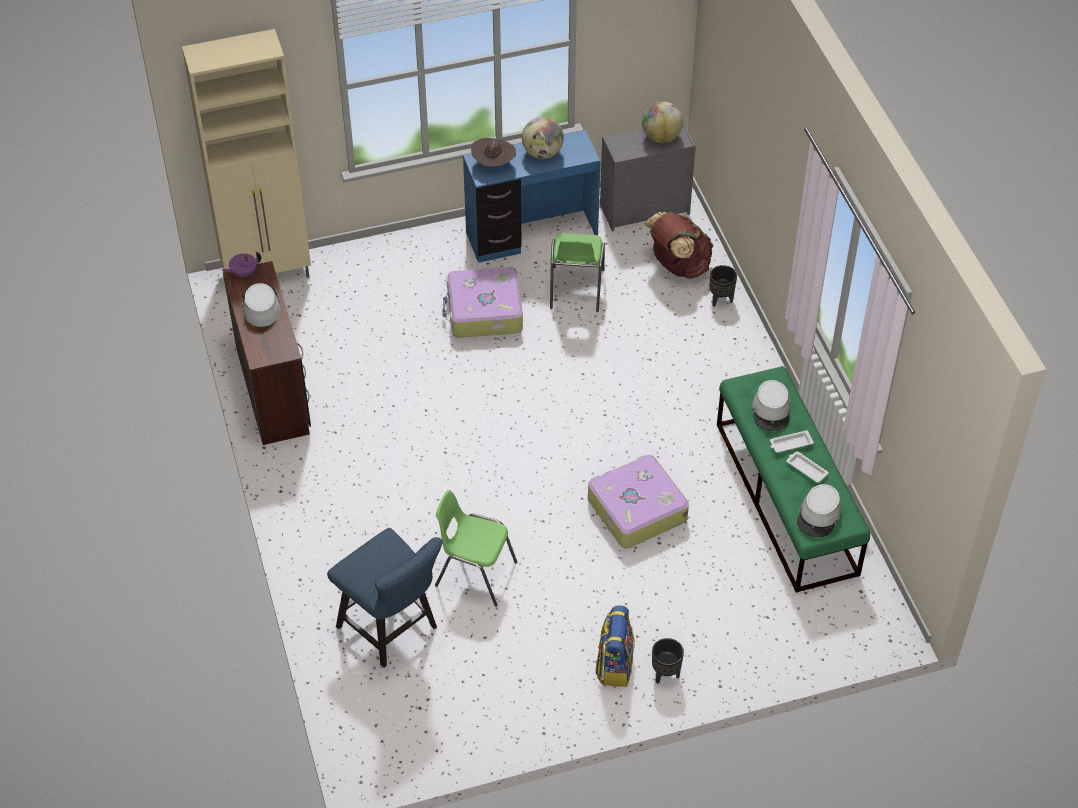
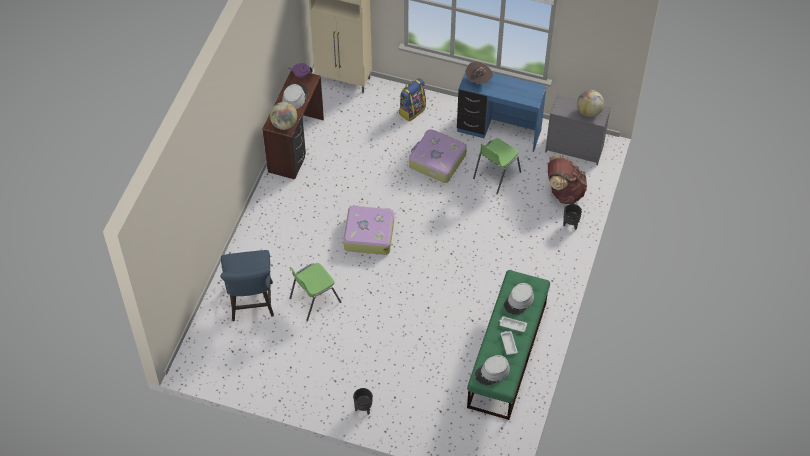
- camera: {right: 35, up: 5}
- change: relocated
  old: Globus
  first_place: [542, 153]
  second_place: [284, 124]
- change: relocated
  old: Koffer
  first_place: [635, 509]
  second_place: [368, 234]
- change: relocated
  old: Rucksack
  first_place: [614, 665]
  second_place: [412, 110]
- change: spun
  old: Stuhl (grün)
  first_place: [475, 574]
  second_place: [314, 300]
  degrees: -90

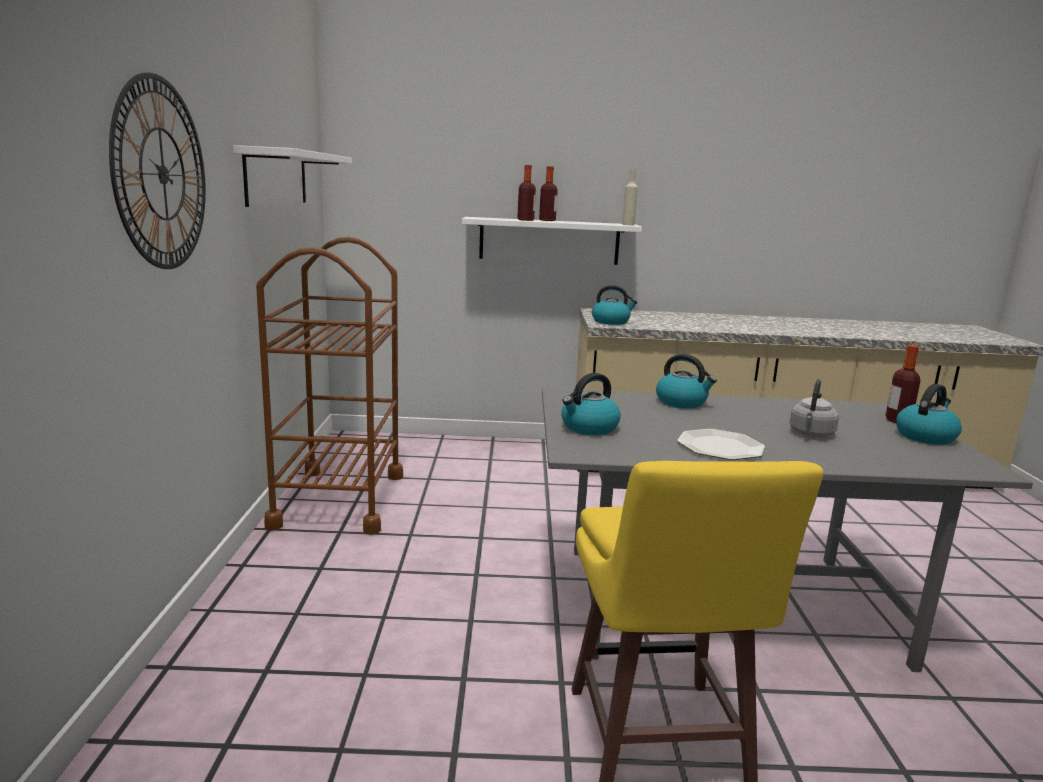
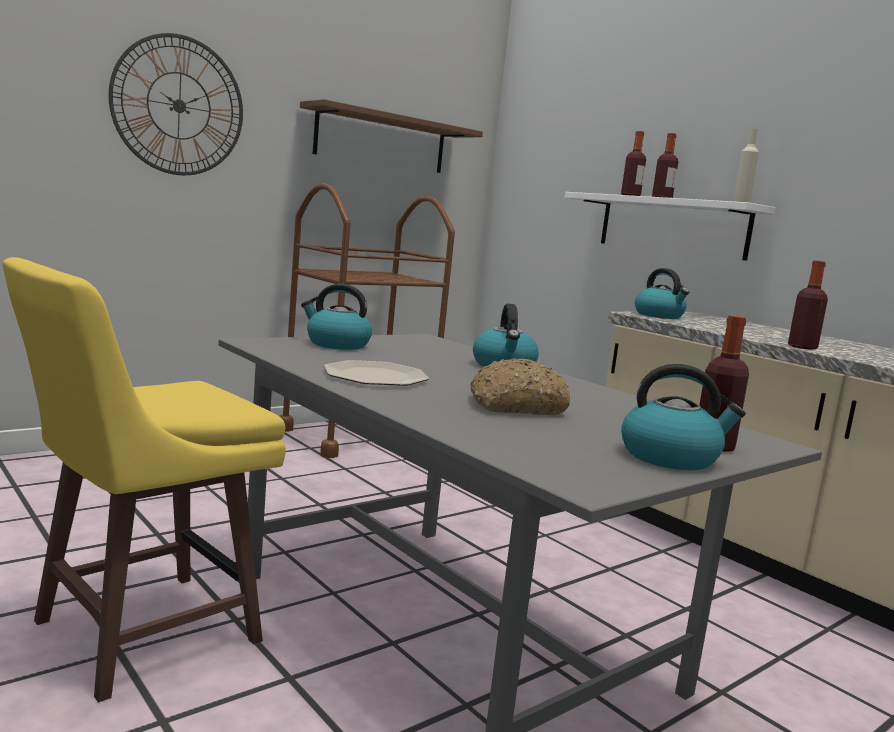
- camera: {right: 50, up: -5}
- change: appeared
  new: Flasche
  second_place: [802, 347]
- change: exchanged
  old: Wasserkessel (grau)
  new: Brot
  first_place: [811, 434]
  second_place: [516, 406]
- change: colour
  old: Wandregal (weiß)
  new: Wandregal (braun)
  first_place: [277, 178]
  second_place: [382, 141]

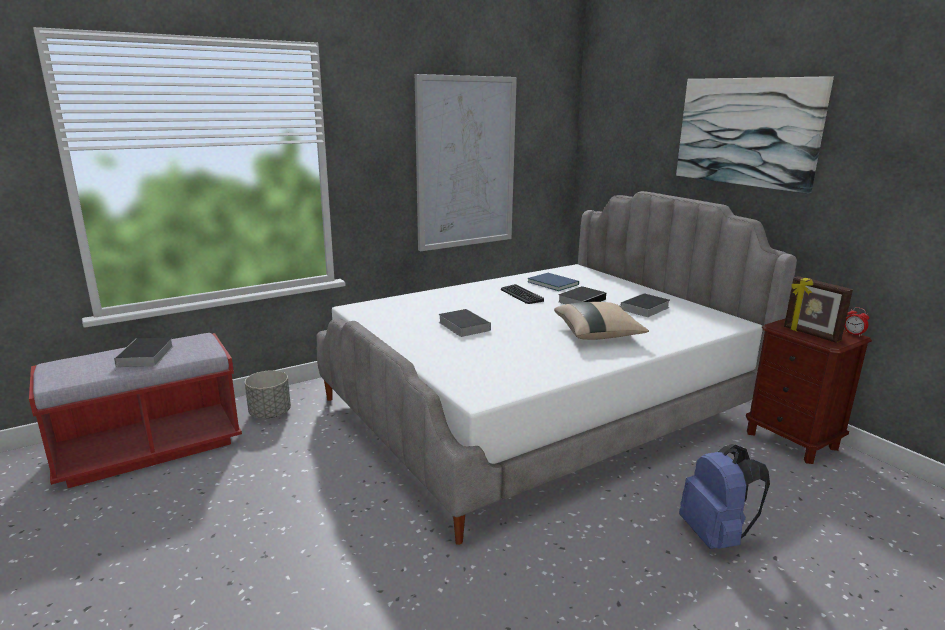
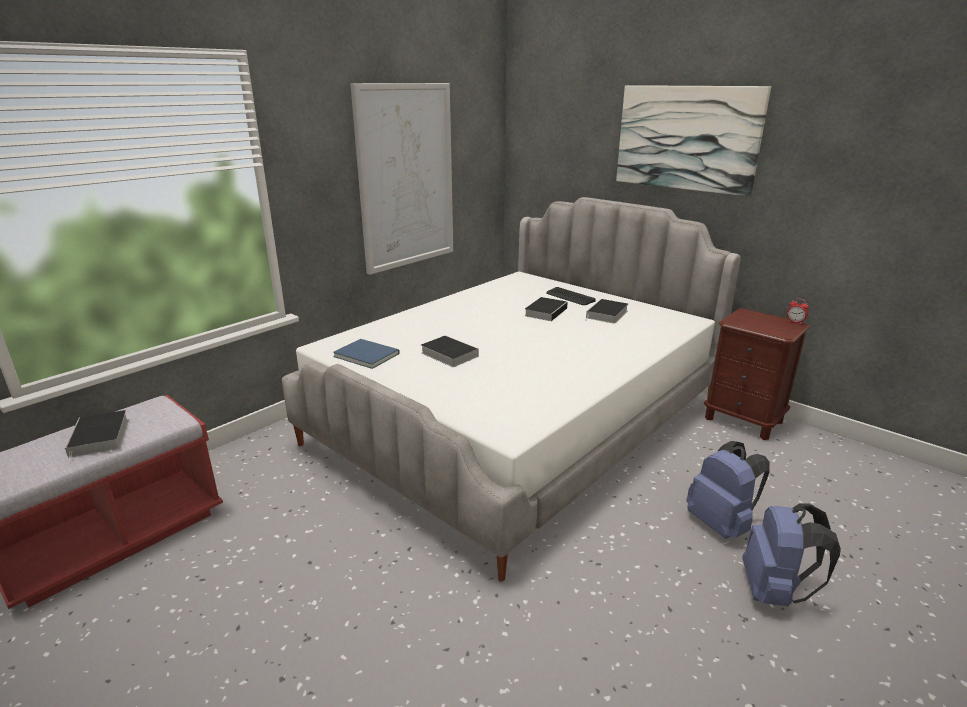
- camera: {right: -15, up: 5}
- change: missing
  old: Pflanzkübel (grau)
  first_place: [270, 414]
- change: missing
  old: Kissen (beige)
  first_place: [598, 334]
- change: missing
  old: Bilderrahmen
  first_place: [811, 334]
- change: appeared
  new: Rucksack (blau)
  second_place: [774, 591]
- change: relocated
  old: Tastatur
  first_place: [521, 295]
  second_place: [570, 297]
- change: relocated
  old: Buch (blau)
  first_place: [552, 283]
  second_place: [366, 354]

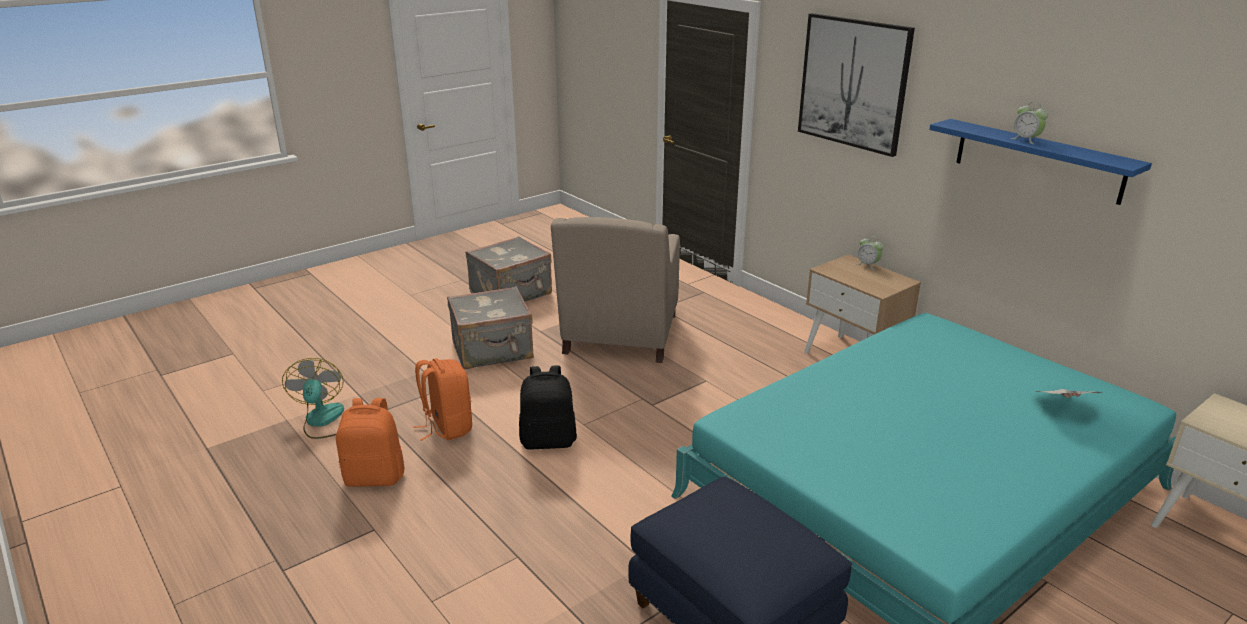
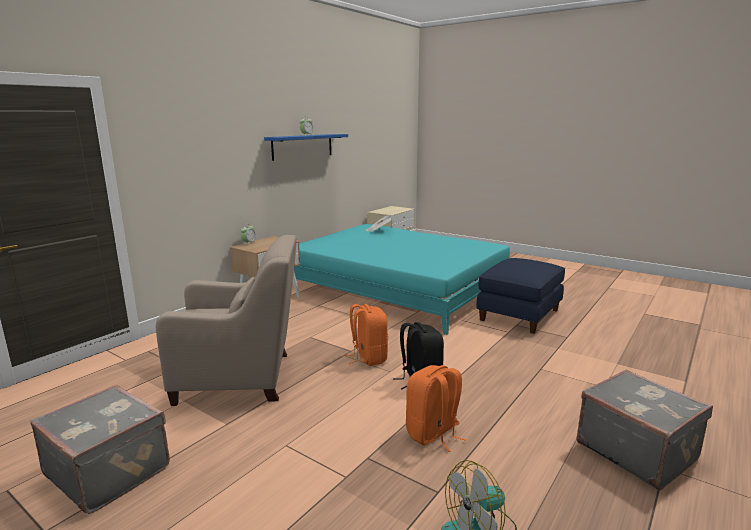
- camera: {right: -105, up: -10}
- change: missing
  old: Bild
  first_place: [853, 83]
- change: relocated
  old: Rucksack (orange)
  first_place: [375, 477]
  second_place: [368, 358]
- change: relocated
  old: Koffer (grau)
  first_place: [493, 351]
  second_place: [636, 450]

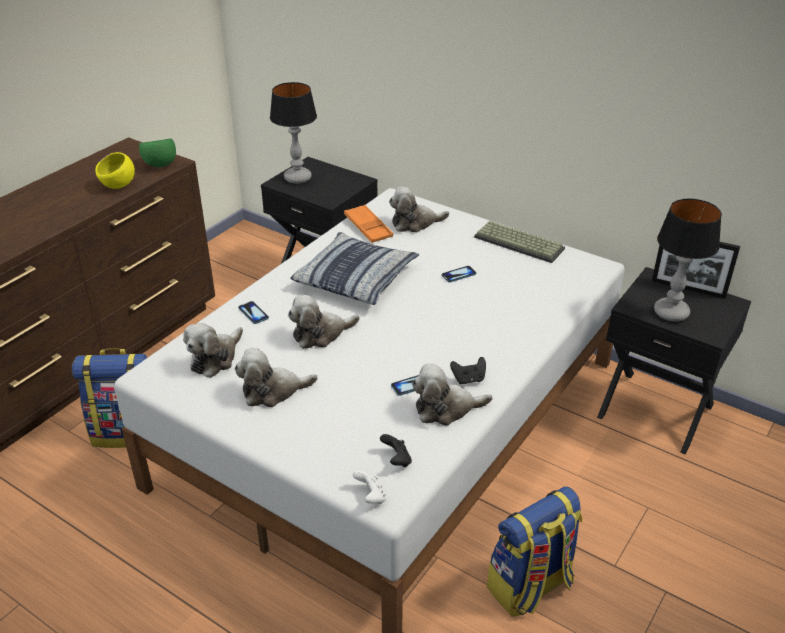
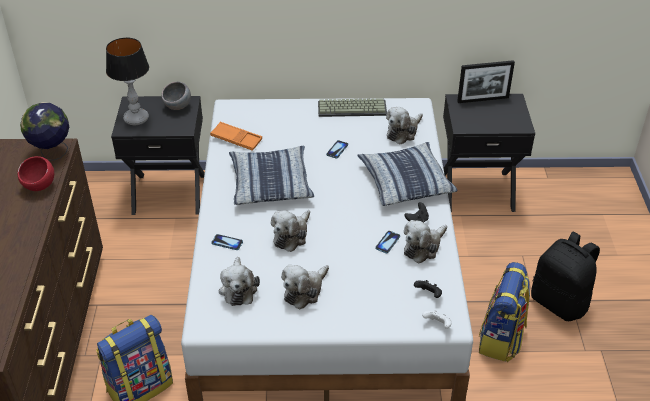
- camera: {right: -35, up: 5}
- change: missing
  old: Tischlampe
  first_place: [670, 312]
- change: appeared
  new: Schüssel (grau)
  second_place: [178, 107]
- change: appeared
  new: Kissen
  second_place: [405, 181]
- change: appeared
  new: Rucksack (schwarz)
  second_place: [560, 303]
- change: relocated
  old: Plüschtier
  first_place: [415, 223]
  second_place: [403, 132]
- change: exchanged
  old: Schüssel (grün)
  new: Globus
  first_place: [160, 165]
  second_place: [52, 154]
- change: colour
  old: Schüssel (gelb)
  new: Schüssel (rot)
  first_place: [119, 186]
  second_place: [40, 186]

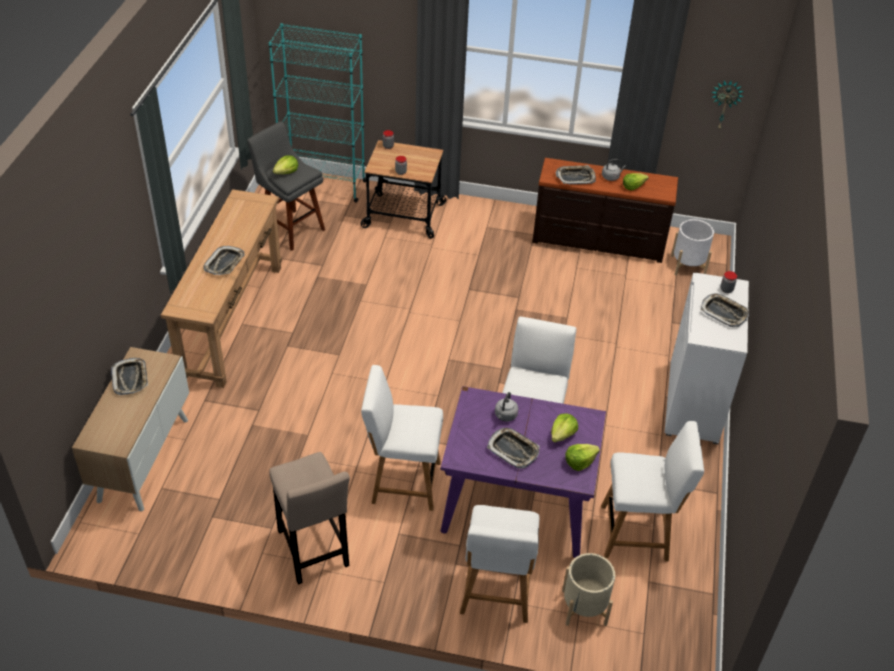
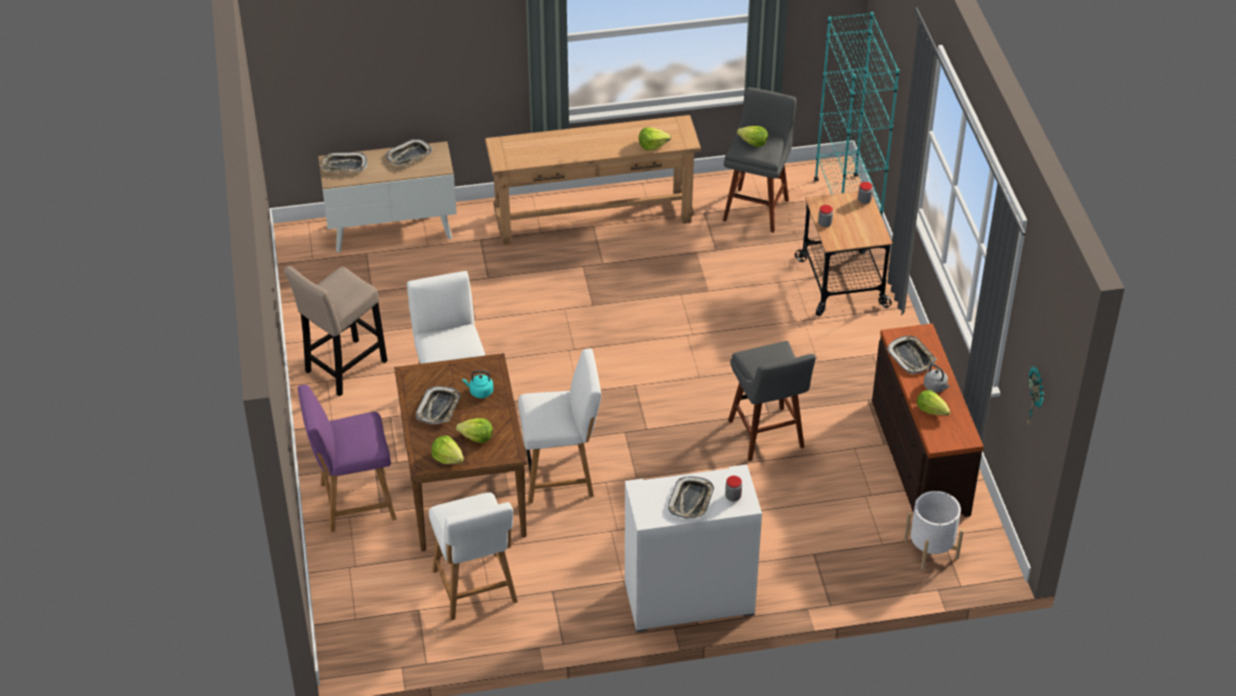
- camera: {right: 70, up: 0}
- change: missing
  old: Pflanzkübel (beige)
  first_place: [584, 607]
- change: appeared
  new: Salatkopf
  second_place: [652, 145]
- change: appeared
  new: Hocker (grau)
  second_place: [767, 437]
- change: relocated
  old: Tablett
  first_place: [225, 263]
  second_place: [344, 166]
- change: colour
  old: Esstisch (lila)
  new: Esstisch (braun)
  first_place: [515, 505]
  second_place: [464, 488]
- change: colour
  old: Stuhl (weiß)
  new: Stuhl (lila)
  first_place: [496, 594]
  second_place: [353, 502]
- change: colour
  old: Wasserkessel (grau)
  new: Wasserkessel (türkis)
  first_place: [505, 416]
  second_place: [480, 392]

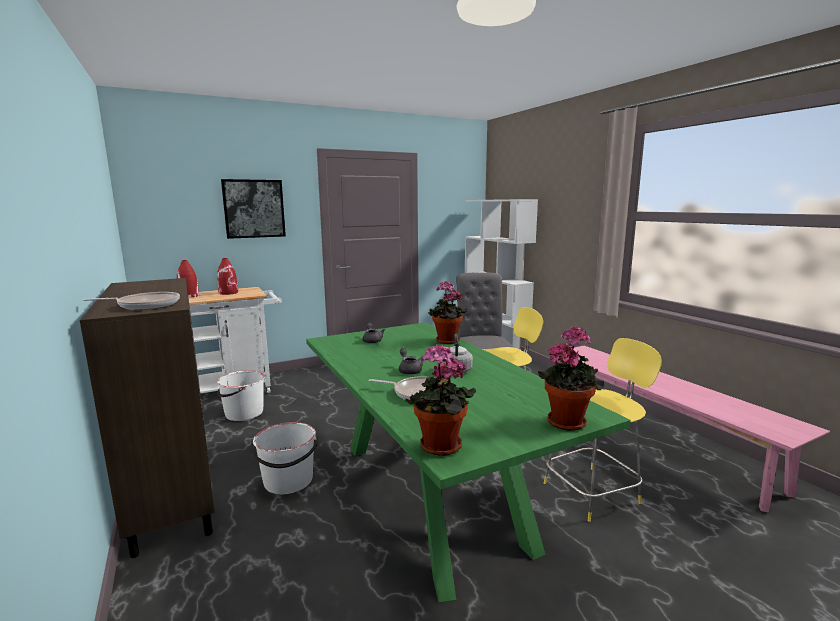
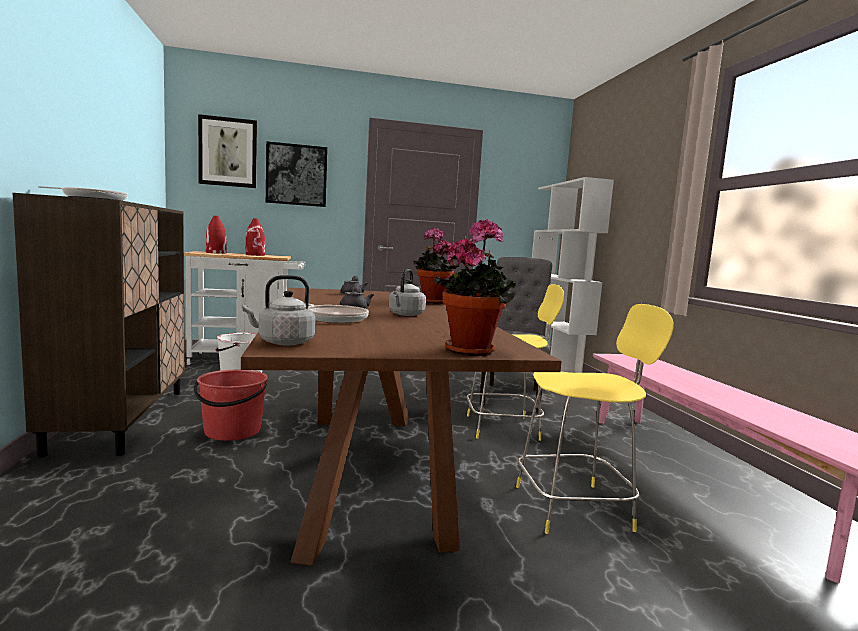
- camera: {right: 15, up: -5}
- change: appeared
  new: Bild
  second_place: [228, 152]
- change: exchanged
  old: Topfpflanze
  new: Wasserkessel (grau)
  first_place: [439, 448]
  second_place: [283, 342]
- change: colour
  old: Eimer (weiß)
  new: Eimer (rot)
  first_place: [288, 481]
  second_place: [232, 431]
- change: colour
  old: Esstisch (grün)
  new: Esstisch (braun)
  first_place: [429, 493]
  second_place: [369, 468]

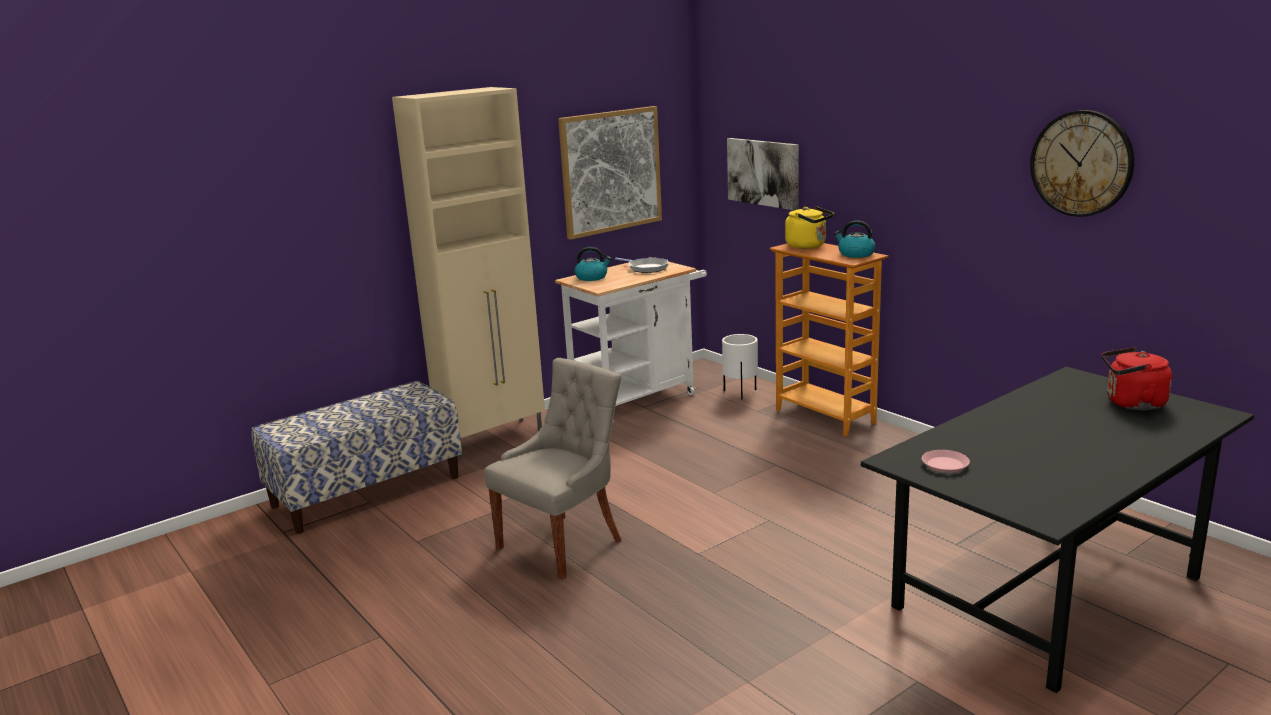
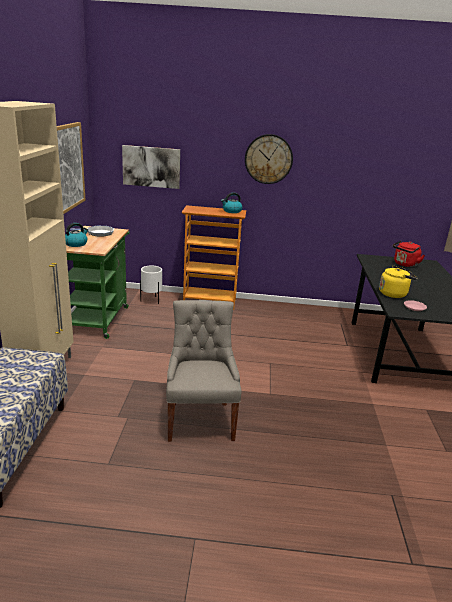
- camera: {right: -50, up: 5}
- change: relocated
  old: Wasserkessel (gelb)
  first_place: [808, 246]
  second_place: [394, 294]
- change: relocated
  old: Wanduhr
  first_place: [1081, 163]
  second_place: [268, 159]
- change: colour
  old: Rollwagen (weiß)
  new: Rollwagen (grün)
  first_place: [639, 397]
  second_place: [99, 318]

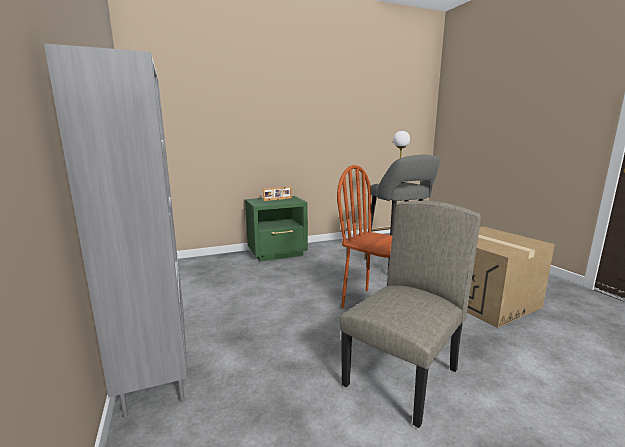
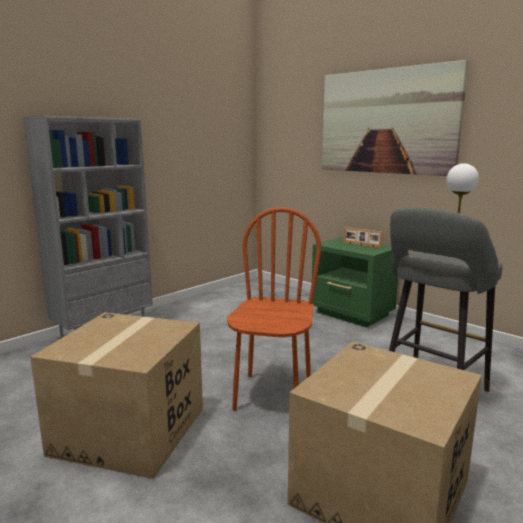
- camera: {right: 65, up: 0}
- change: appeared
  new: Bild
  second_place: [386, 121]
- change: exchanged
  old: Stuhl (beige)
  new: Karton
  first_place: [402, 378]
  second_place: [129, 431]

